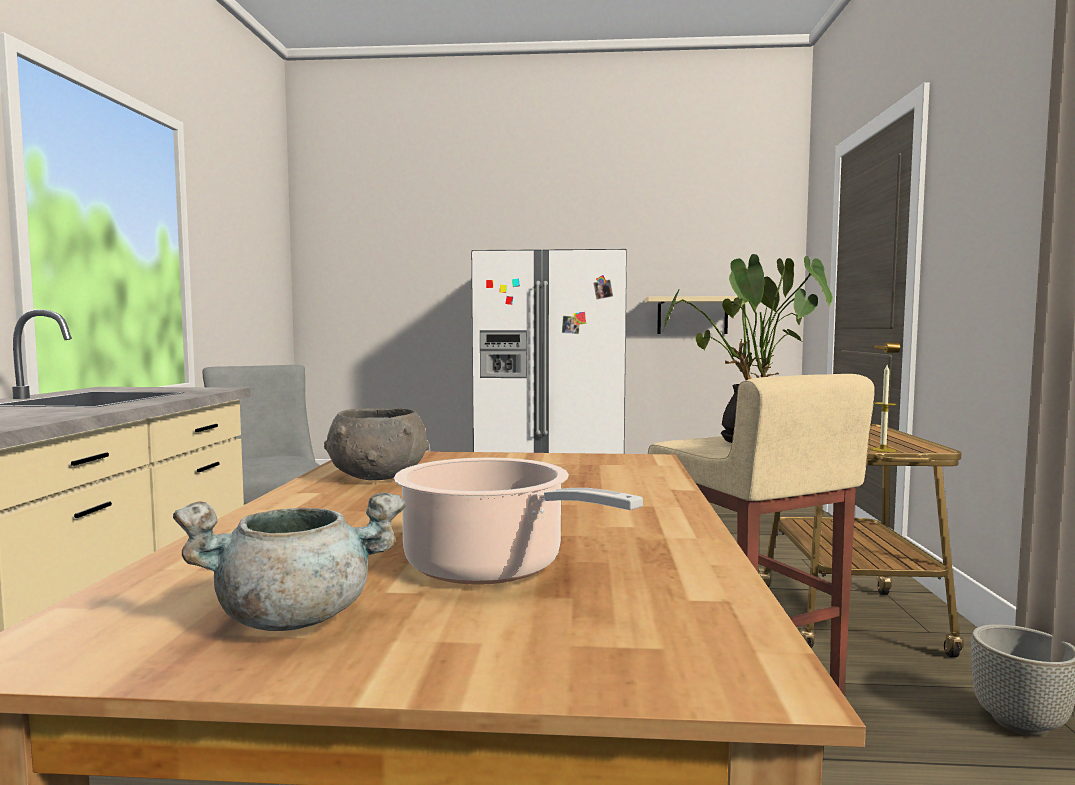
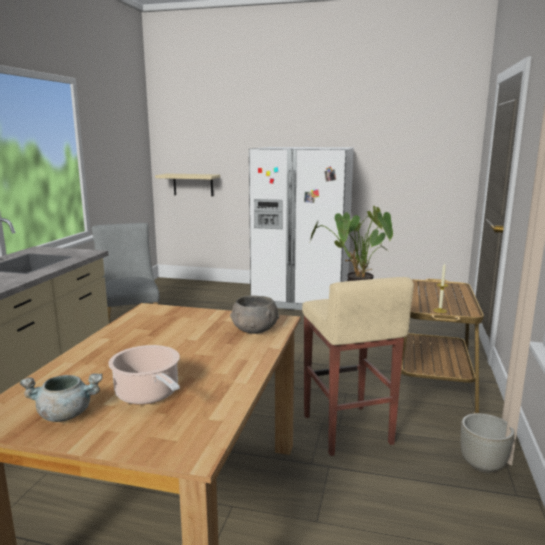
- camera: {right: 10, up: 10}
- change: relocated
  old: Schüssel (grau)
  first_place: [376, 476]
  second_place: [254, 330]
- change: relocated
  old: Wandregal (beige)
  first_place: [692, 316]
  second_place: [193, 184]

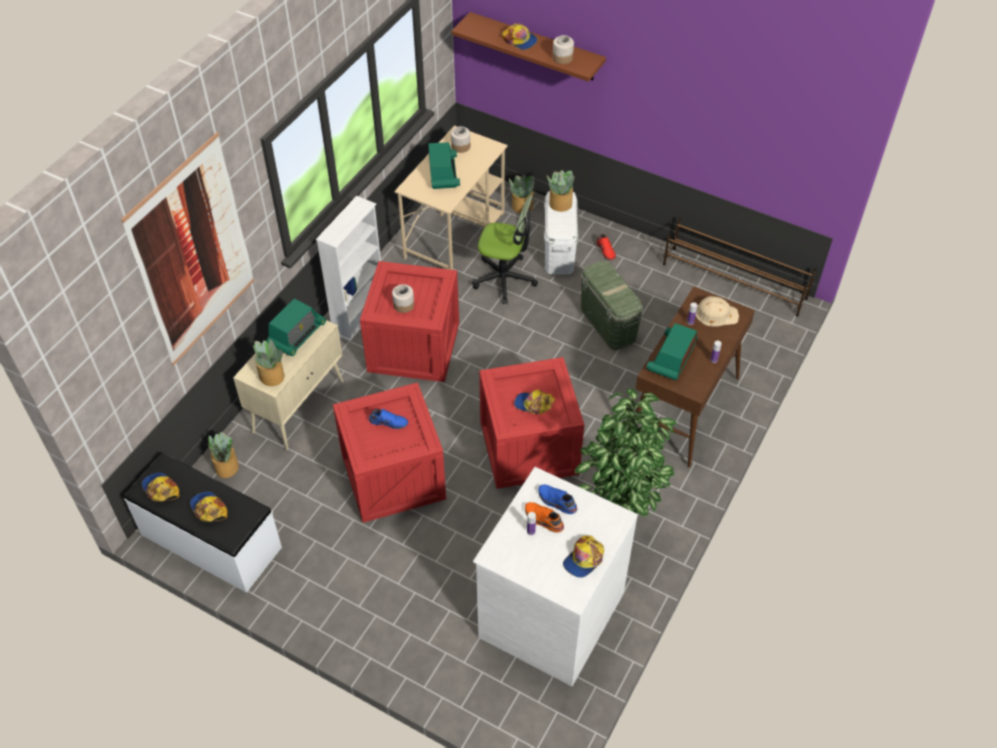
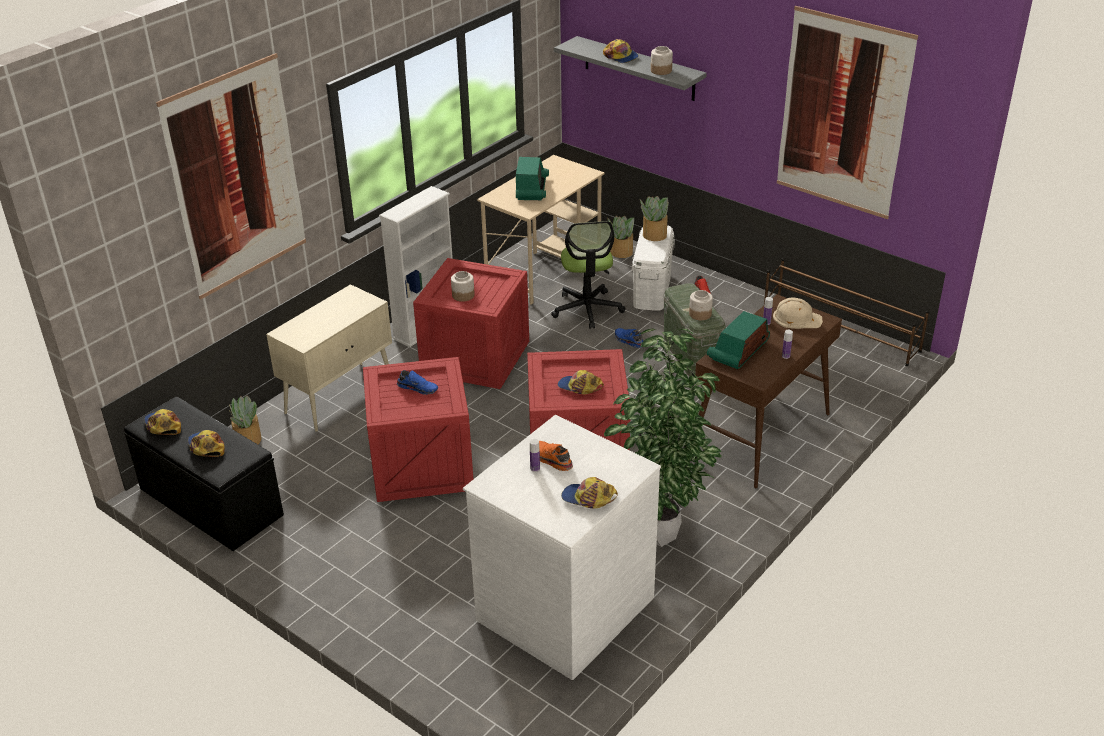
- camera: {right: 10, up: -15}
- change: missing
  old: Topfpflanze
  first_place: [272, 376]
- change: missing
  old: Radio
  first_place: [297, 335]
- change: appeared
  new: Bild
  second_place: [842, 114]
- change: relocated
  old: Vorratsglas
  first_place: [460, 146]
  second_place: [699, 314]
- change: relocated
  old: Schuh (blau)
  first_place: [556, 502]
  second_place: [628, 341]
- change: colour
  old: Bank (weiß)
  new: Bank (schwarz)
  first_place: [210, 542]
  second_place: [210, 502]
- change: colour
  old: Wandregal (braun)
  new: Wandregal (grau)
  first_place: [536, 47]
  second_place: [639, 68]
- change: spun
  old: Bürostuhl
  first_place: [504, 279]
  second_place: [587, 309]
  degrees: 60
- change: spun
  old: Kappe
  first_place: [584, 559]
  second_place: [588, 498]
  degrees: 60

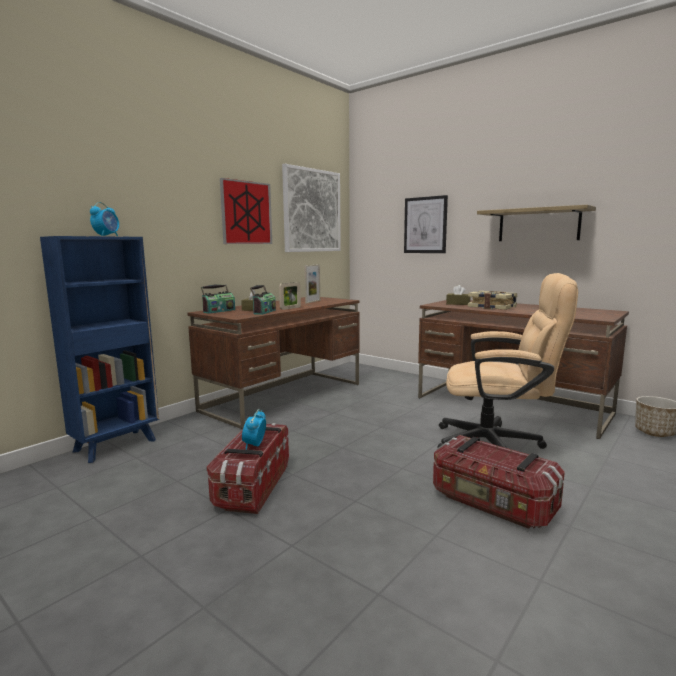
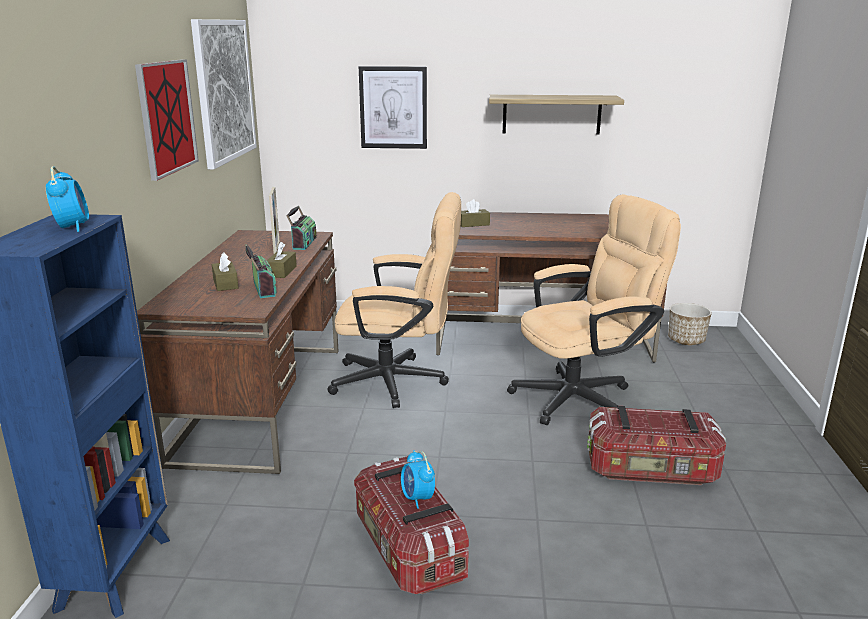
- camera: {right: -35, up: 10}
- change: missing
  old: Buch
  first_place: [492, 307]
- change: appeared
  new: Bürostuhl (beige)
  second_place: [399, 382]
- change: relocated
  old: Radio
  first_place: [219, 311]
  second_place: [303, 243]
- change: exchanged
  old: Bilderrahmen
  new: Taschentuchbox (braun)
  first_place: [290, 308]
  second_place: [281, 271]

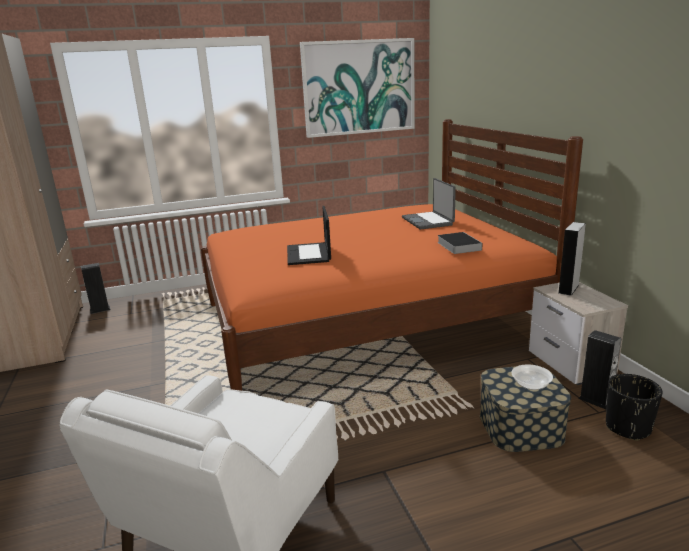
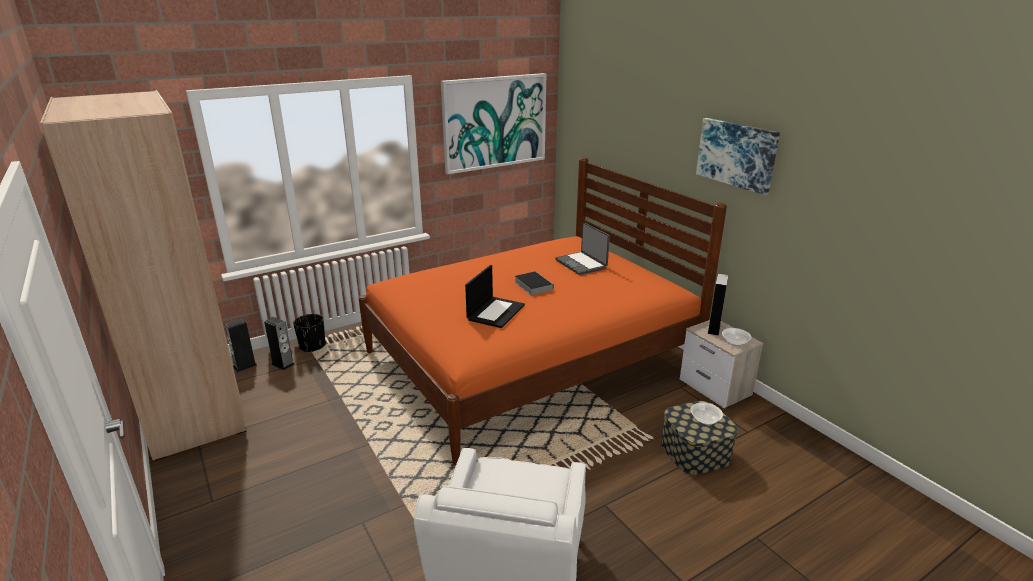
- camera: {right: -15, up: 5}
- change: appeared
  new: Bild
  second_place: [737, 154]
- change: appeared
  new: Schüssel
  second_place: [735, 342]
- change: relocated
  old: Buch
  first_place: [457, 245]
  second_place: [532, 285]
- change: relocated
  old: Lautsprecher
  first_place: [596, 399]
  second_place: [283, 364]
- change: relocated
  old: Pflanzkübel (schwarz)
  first_place: [628, 427]
  second_place: [312, 346]
- change: spun
  old: Laptop
  first_place: [309, 254]
  second_place: [495, 312]
  degrees: -135

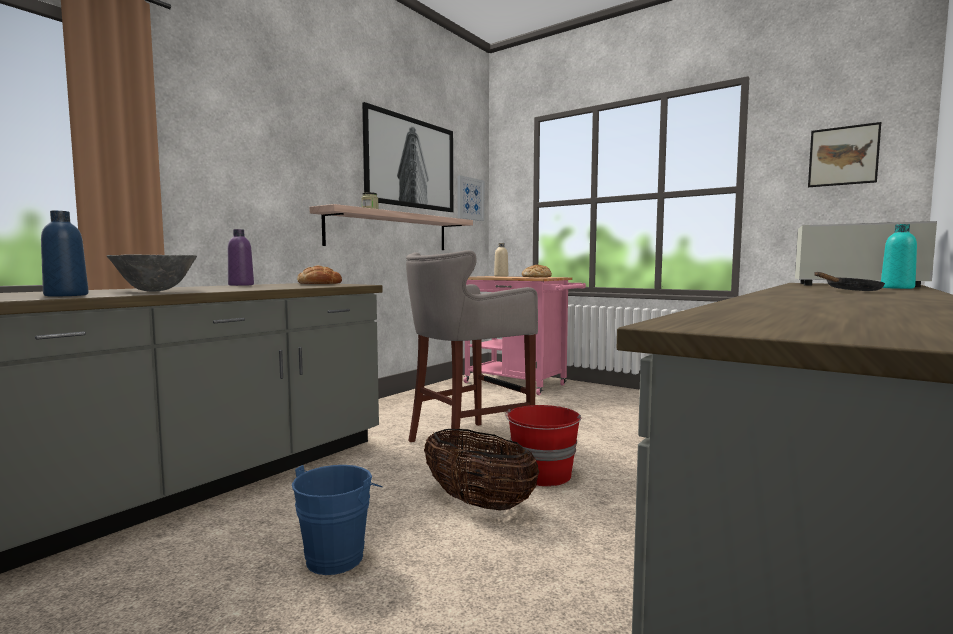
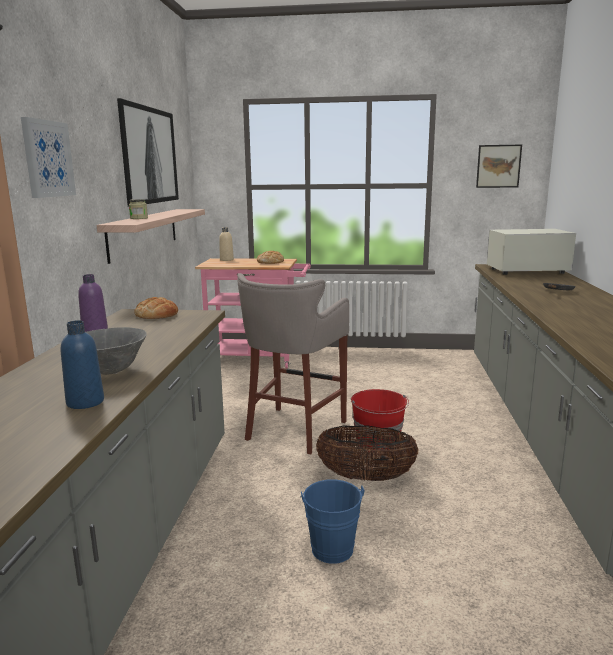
- camera: {right: -30, up: 10}
- change: missing
  old: Flasche (türkis)
  first_place: [897, 288]
- change: relocated
  old: Bild
  first_place: [470, 199]
  second_place: [47, 159]

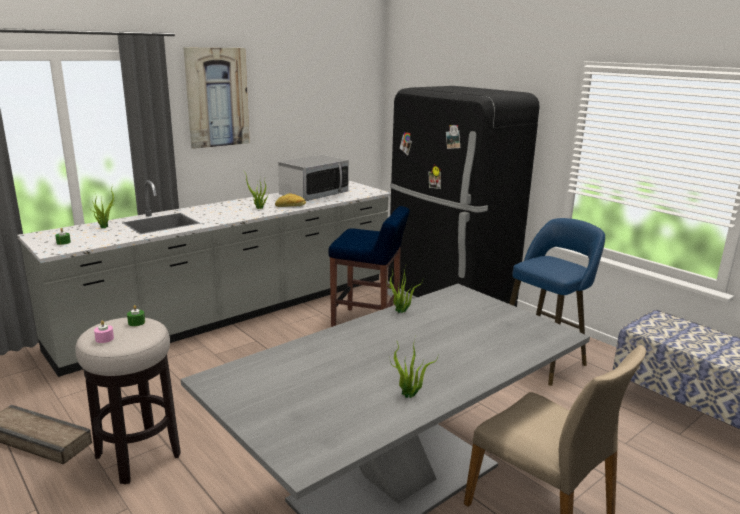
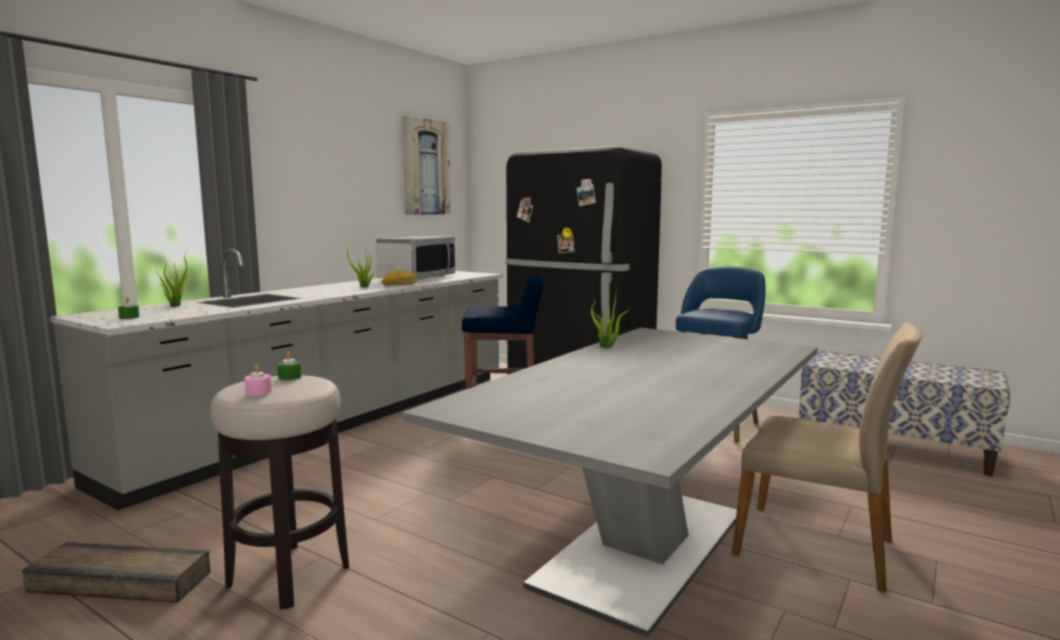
- camera: {right: -15, up: -10}
- change: missing
  old: Topfpflanze
  first_place: [409, 395]
- change: relocated
  old: Bild
  first_place: [217, 97]
  second_place: [425, 167]

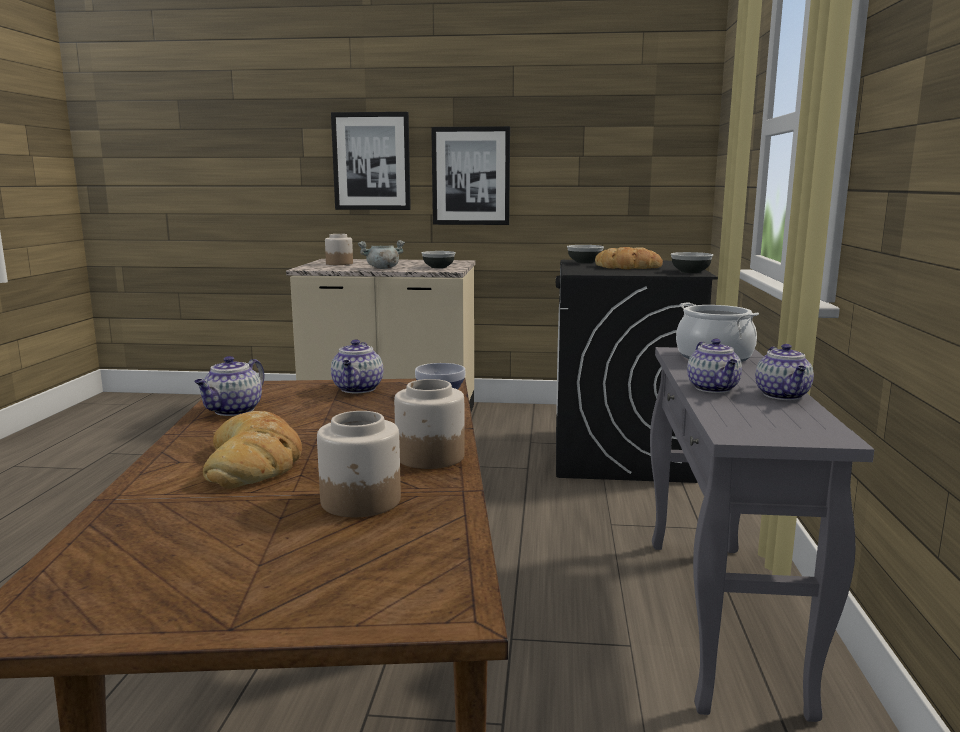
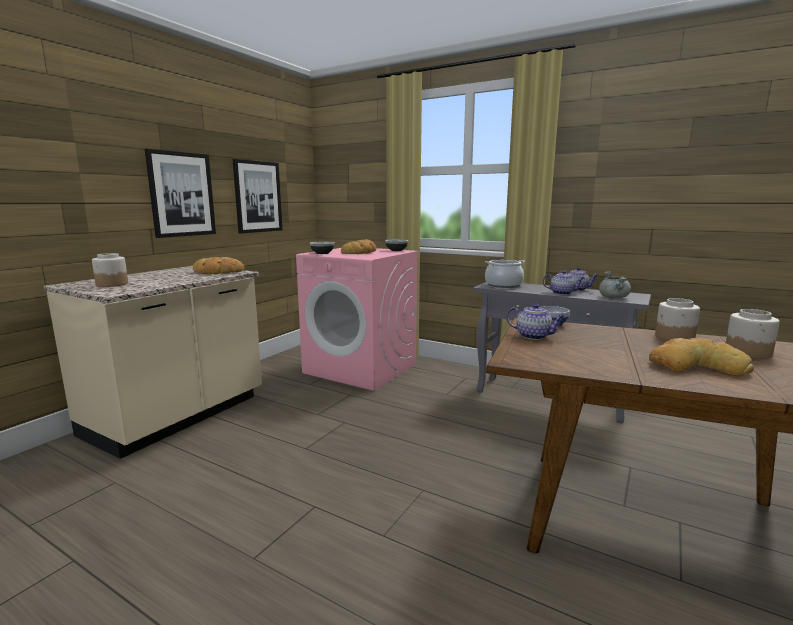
- camera: {right: -65, up: 0}
- change: missing
  old: Teekanne
  first_place: [233, 411]
- change: relocated
  old: Bild
  first_place: [371, 161]
  second_place: [257, 197]
- change: relocated
  old: Kochtopf (grau)
  first_place: [382, 268]
  second_place: [614, 297]
- change: exchanged
  old: Schüssel
  new: Brot
  first_place: [439, 267]
  second_place: [218, 272]
- change: colour
  old: Waschmaschine (schwarz)
  new: Waschmaschine (rosa)
  first_place: [621, 455]
  second_place: [361, 368]

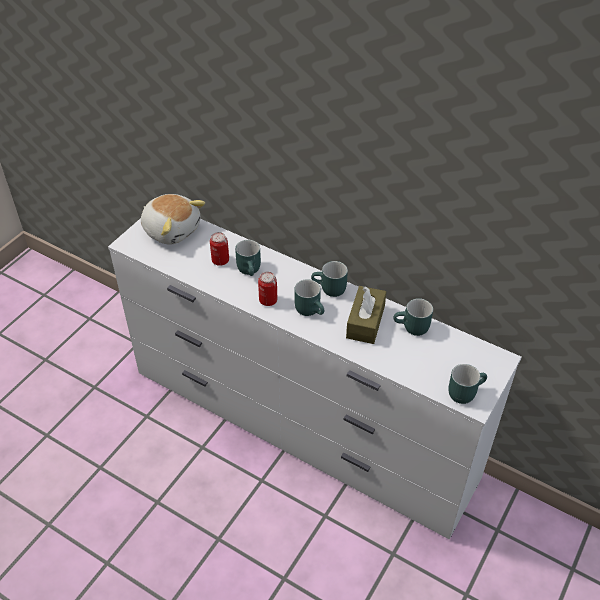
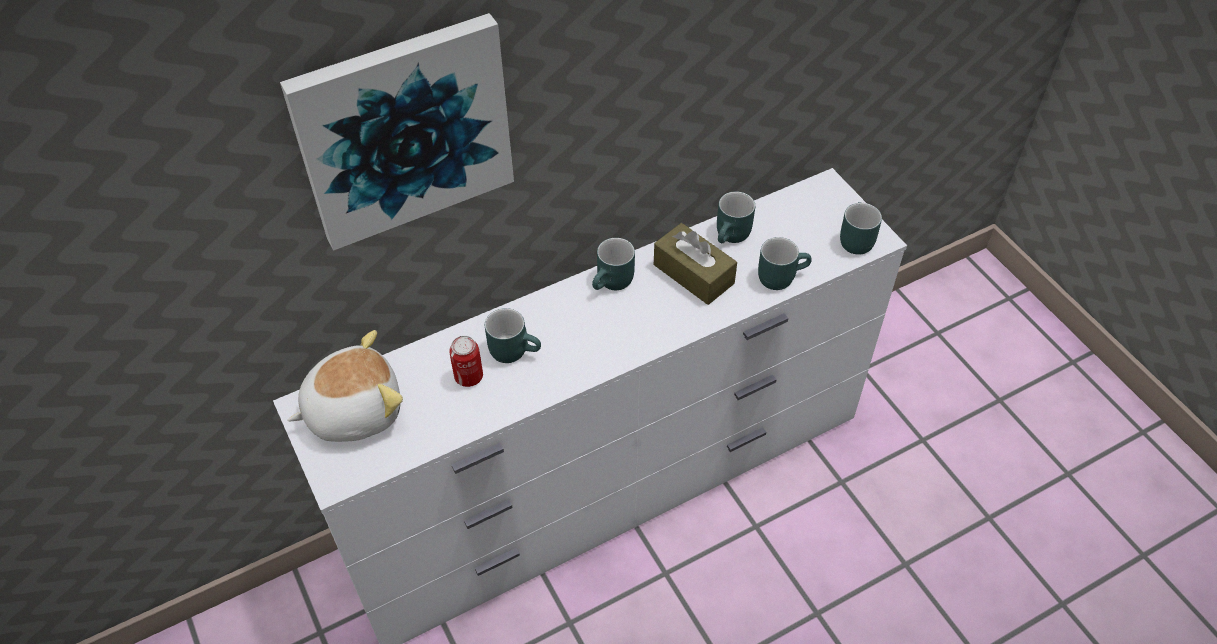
- camera: {right: -60, up: 5}
- change: missing
  old: Dose
  first_place: [268, 300]
- change: appeared
  new: Bild
  second_place: [404, 130]
- change: relocated
  old: Henkelbecher (türkis)
  first_place: [311, 309]
  second_place: [780, 275]

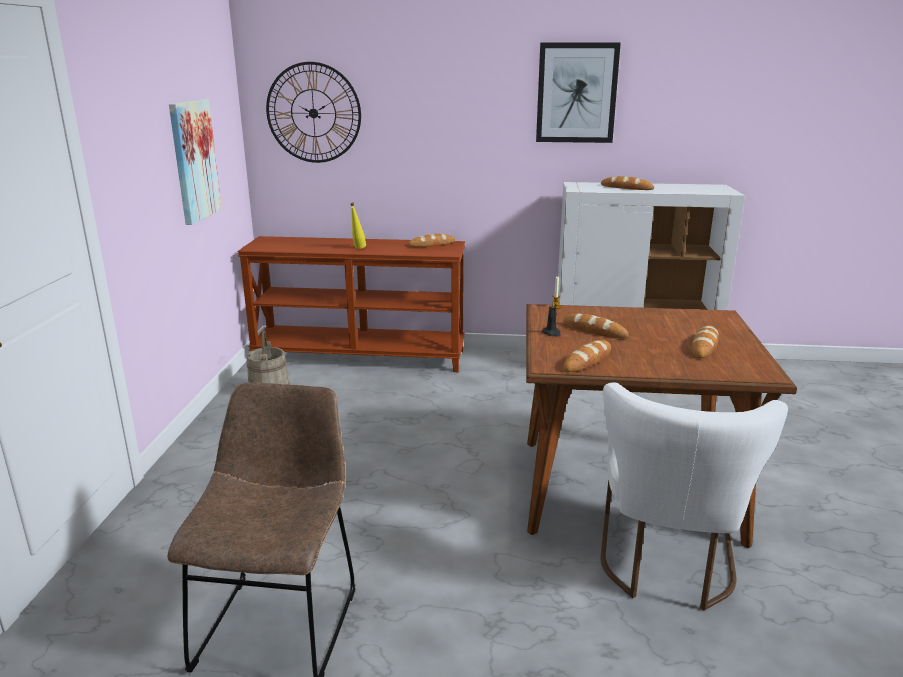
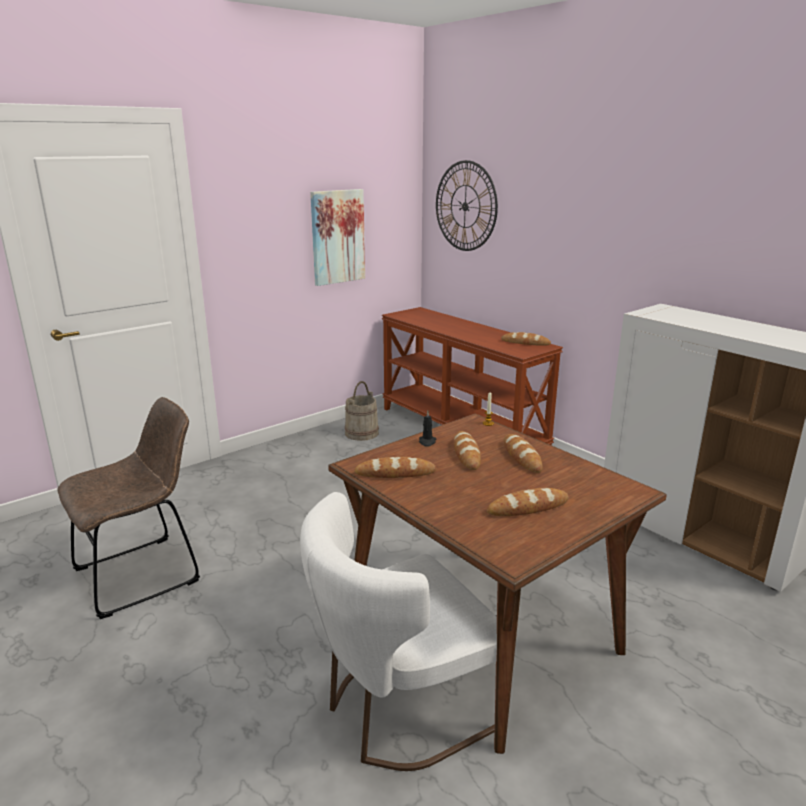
- camera: {right: 45, up: 0}
- change: missing
  old: Flasche (gelb)
  first_place: [358, 249]
- change: missing
  old: Bild
  first_place: [576, 93]
- change: relocated
  old: Brot
  first_place: [626, 188]
  second_place: [521, 456]

